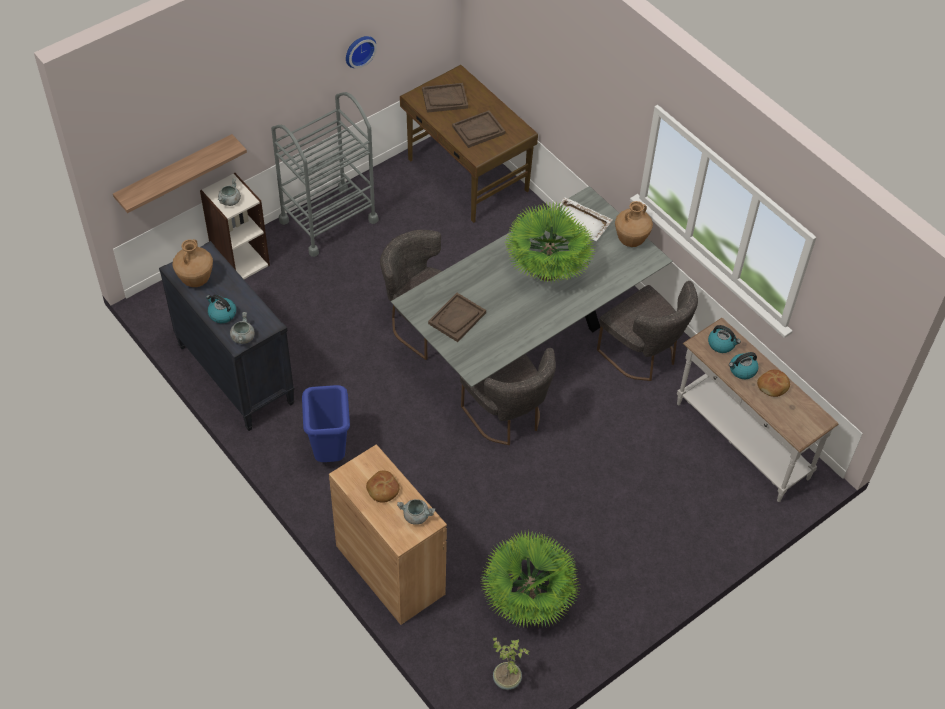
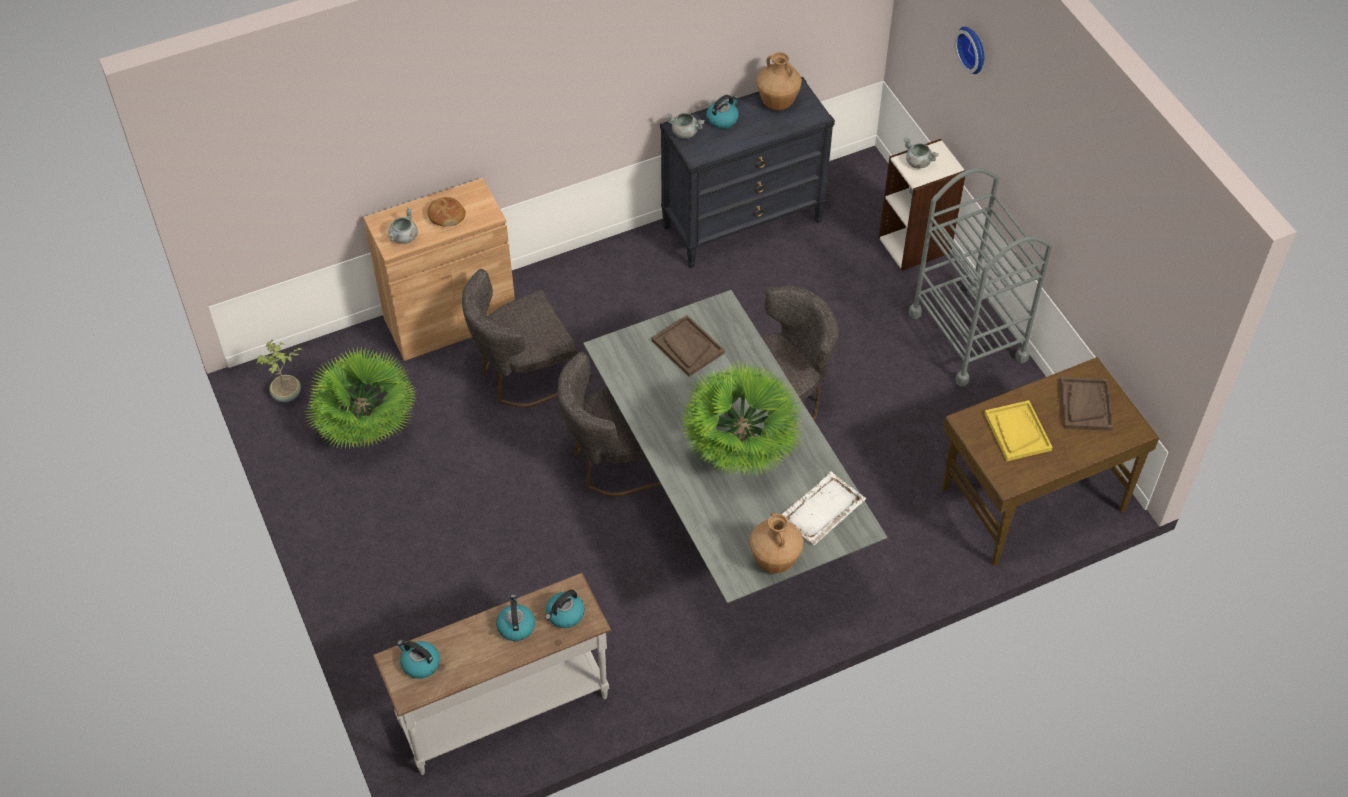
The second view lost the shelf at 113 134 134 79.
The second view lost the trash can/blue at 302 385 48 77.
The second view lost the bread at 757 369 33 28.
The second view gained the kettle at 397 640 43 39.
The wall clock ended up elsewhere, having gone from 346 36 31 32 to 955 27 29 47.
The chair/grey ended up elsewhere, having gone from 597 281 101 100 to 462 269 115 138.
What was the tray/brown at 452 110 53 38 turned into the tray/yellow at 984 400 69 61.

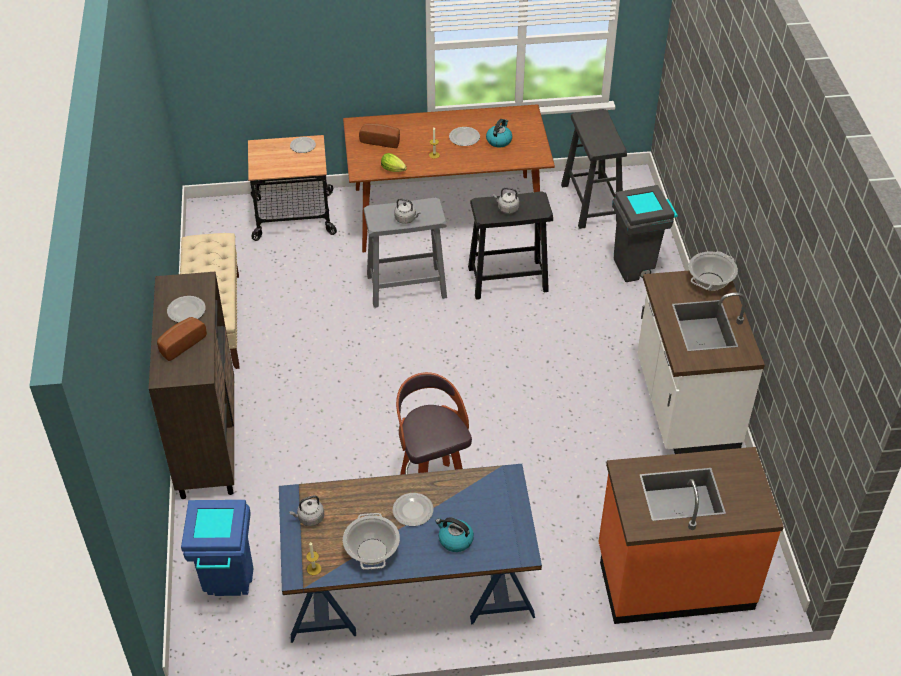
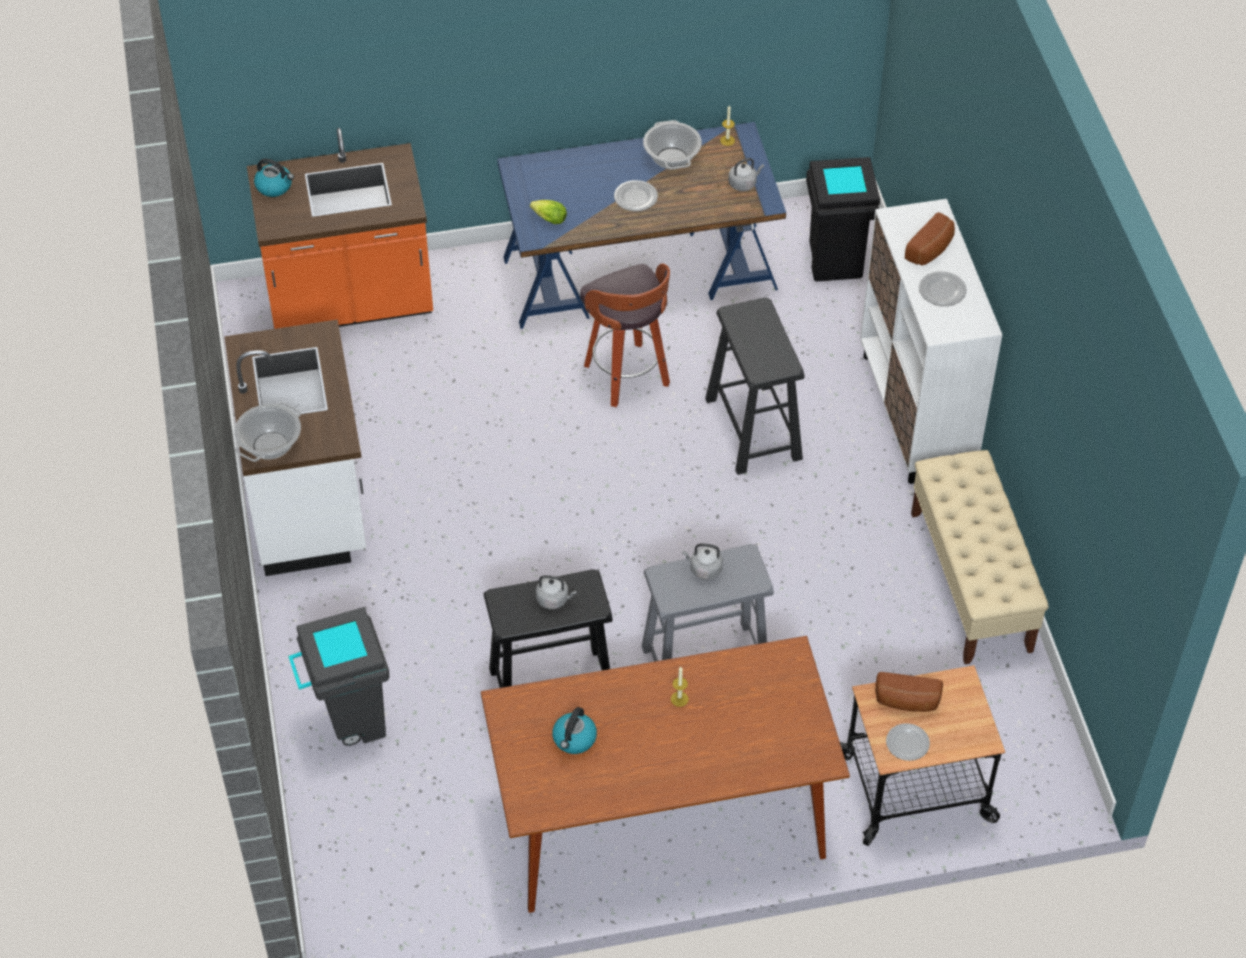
The second view lost the plate at 449 127 31 19.
The bread ended up elsewhere, having gone from 359 123 41 25 to 876 672 67 40.
The lettuce ended up elsewhere, having gone from 381 153 26 19 to 530 200 37 24.
The kettle ended up elsewhere, having gone from 435 518 39 34 to 254 158 40 39.
The stool/black ended up elsewhere, having gone from 561 109 66 120 to 705 297 100 178.
What was the cabinet/brown at 149 272 85 227 turned into the cabinet/white at 860 199 142 285.
What was the trash can/blue at 181 500 72 96 turned into the trash can/black at 806 157 74 124.

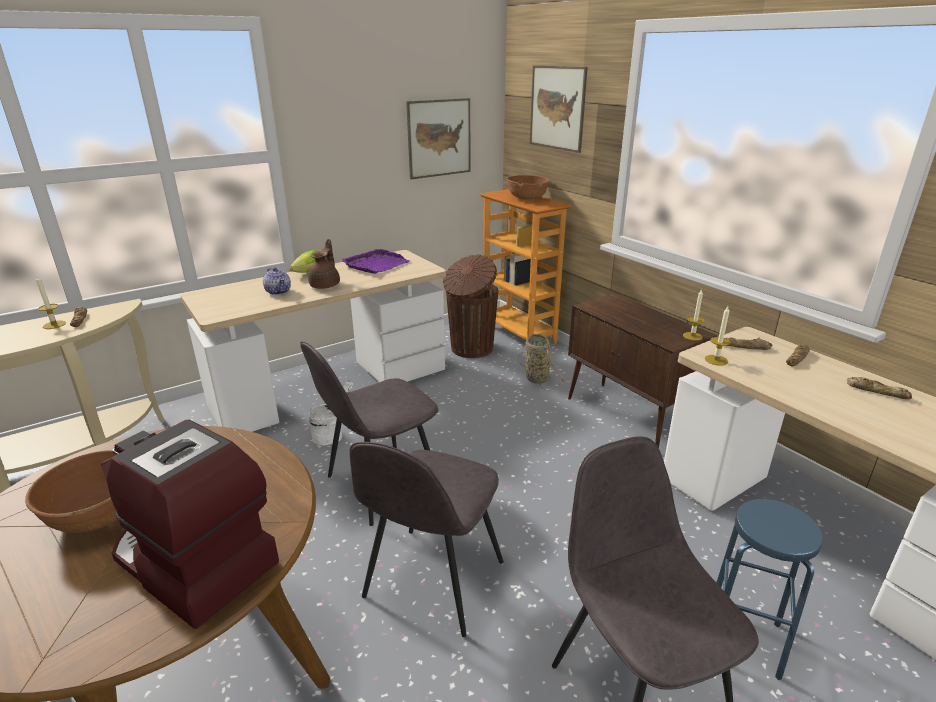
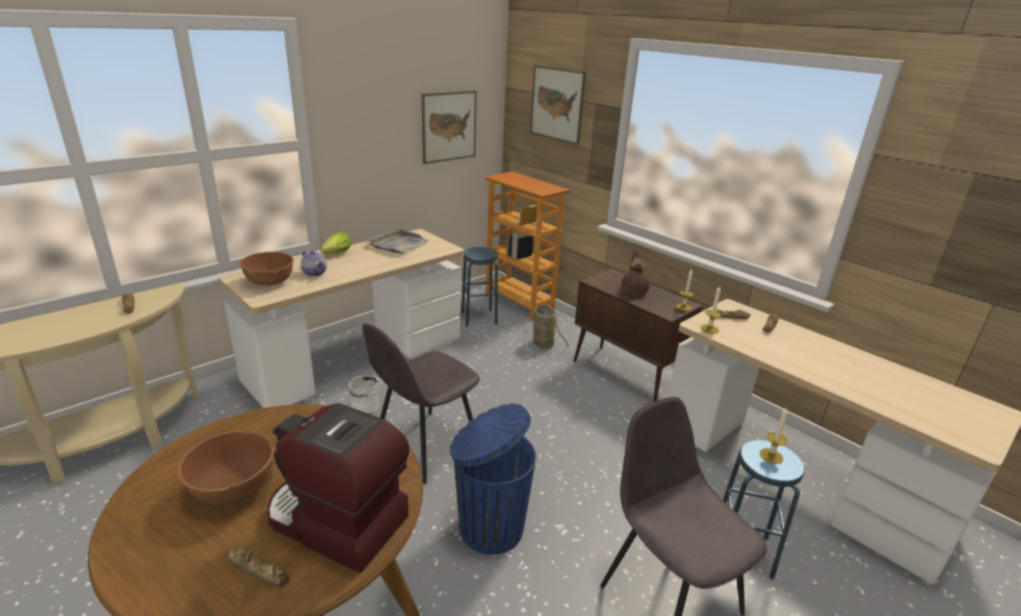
The candle ended up elsewhere, having gone from 36 275 30 54 to 759 408 29 56.
The teapot/brown ended up elsewhere, having gone from 308 239 32 50 to 621 249 28 46.
The bowl/brown ended up elsewhere, having gone from 507 175 43 26 to 240 252 54 34.
The bread ended up elsewhere, having gone from 847 377 65 22 to 228 546 62 41.
Where the chair/grey stood at 350 442 154 195, the trash can/blue came to stand at 450 403 86 152.
Where the trash can/brown stood at 443 255 55 103, the stool/blue came to stand at 461 247 37 80.
What was the tray/purple at 342 249 68 25 turned into the tray/grey at 367 229 62 25.

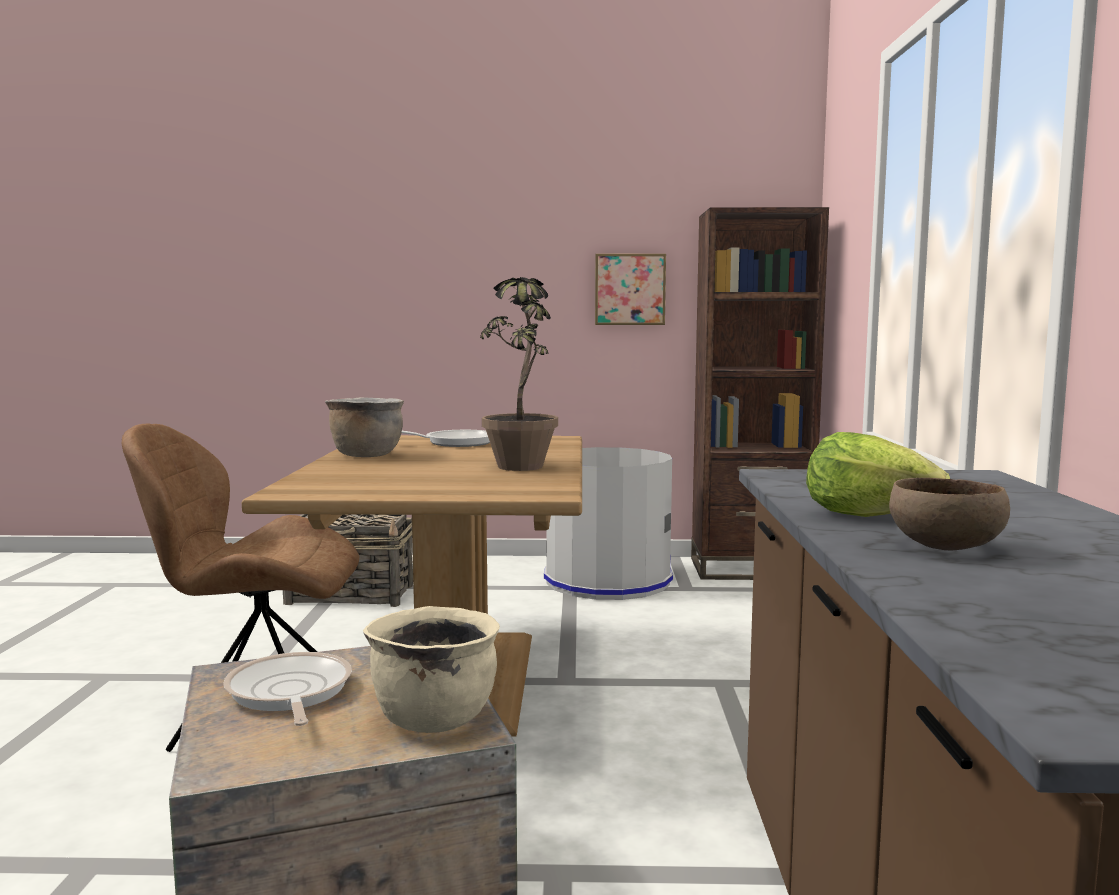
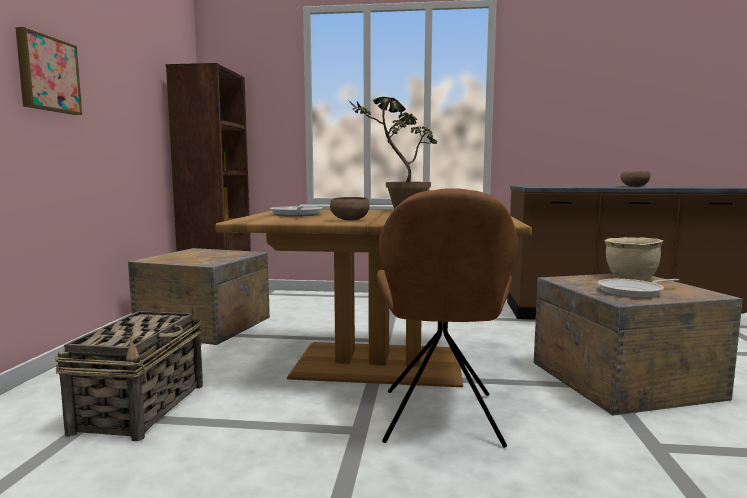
The second view lost the lettuce at 806 432 144 85.
The picture ended up elsewhere, having gone from 595 254 71 71 to 15 27 67 88.
Where the cooking pot/brown stood at 325 397 79 60, the bowl/brown came to stand at 330 197 39 24.
Where the trash can/grey stood at 544 447 129 153, the crate came to stand at 128 248 142 97.

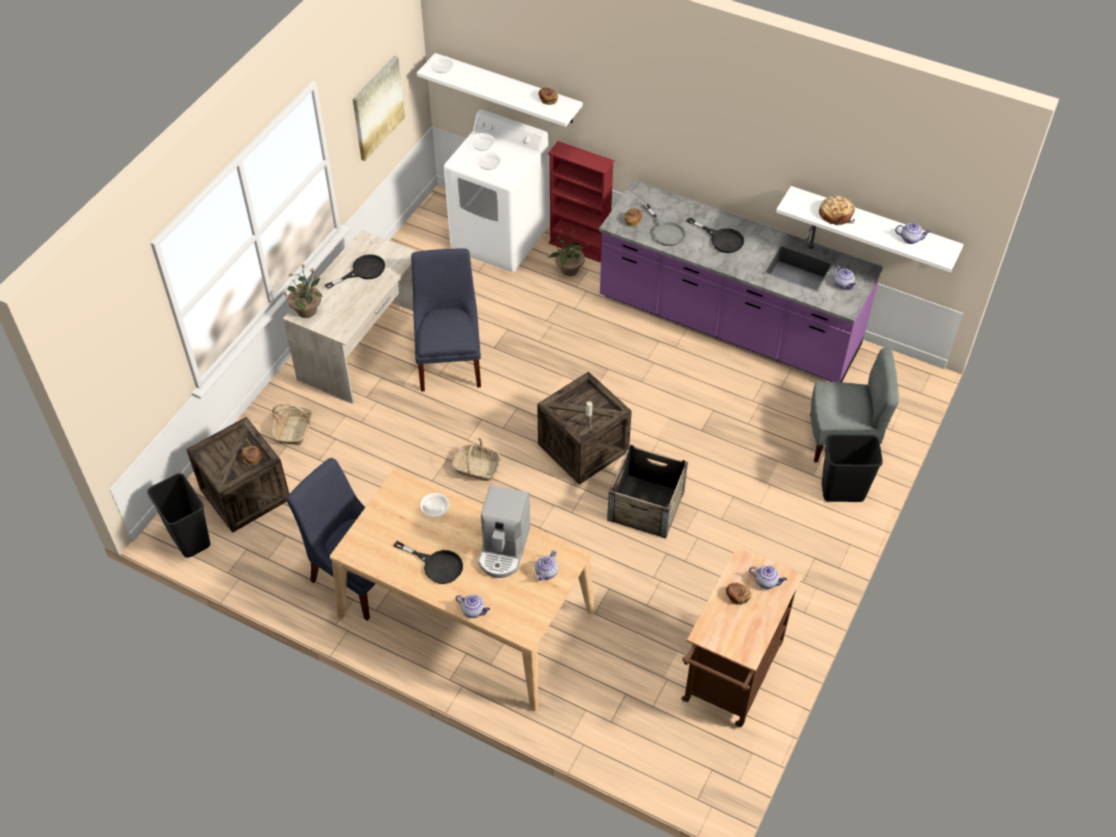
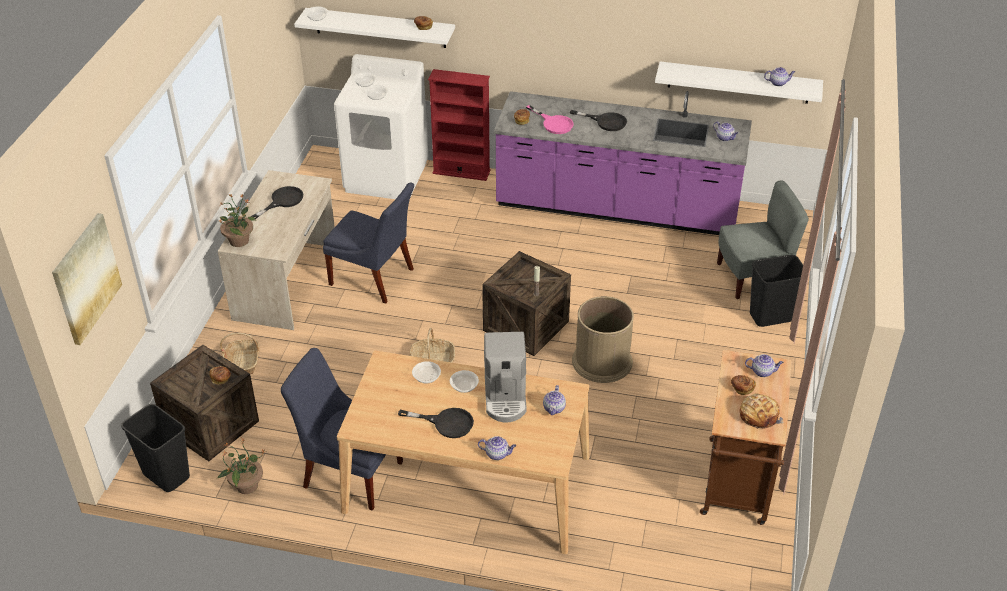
The second view gained the bowl at 450 370 29 23.
The picture ended up elsewhere, having gone from 353 56 52 105 to 52 213 70 132.
The potted plant ended up elsewhere, having gone from 548 229 42 47 to 217 438 49 56.
The bread ended up elsewhere, having gone from 819 195 36 30 to 740 393 44 36.
Where the crate stood at 607 445 81 93, the trash can/brown came to stand at 572 296 62 87.
What was the frying pan/grey at 643 203 43 43 turned into the frying pan/pink at 526 105 48 29.
The chair/blue at 411 248 70 144 ended up facing another way, 135 degrees clockwise from before.

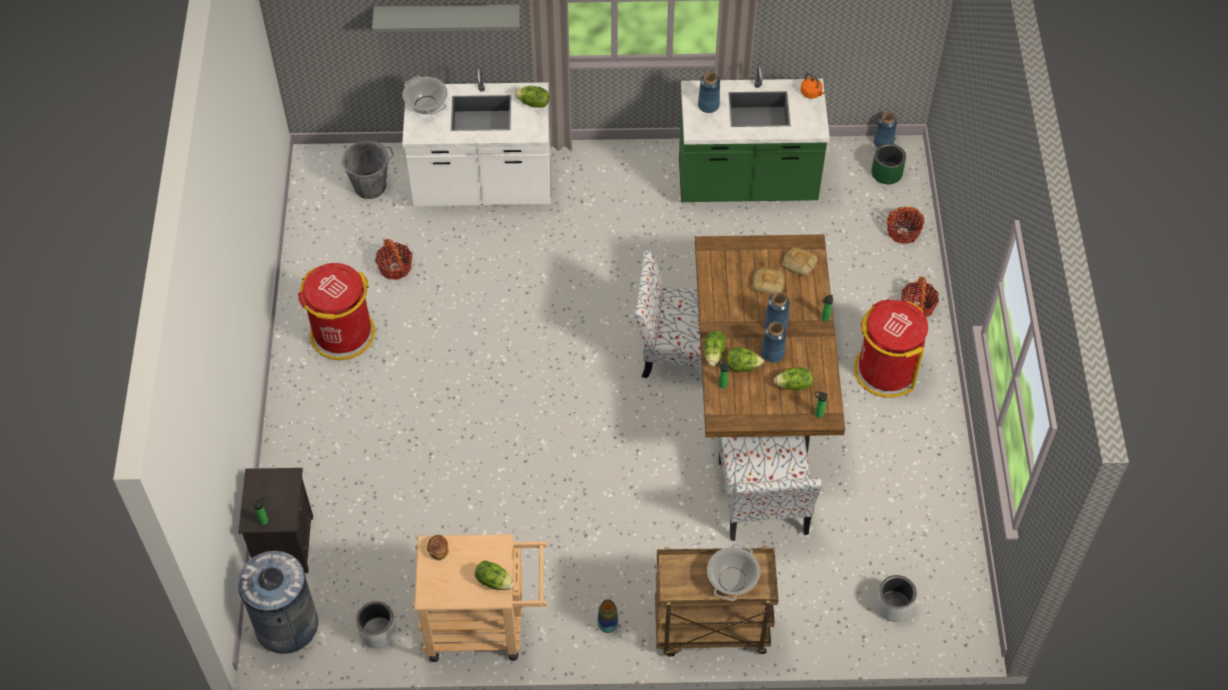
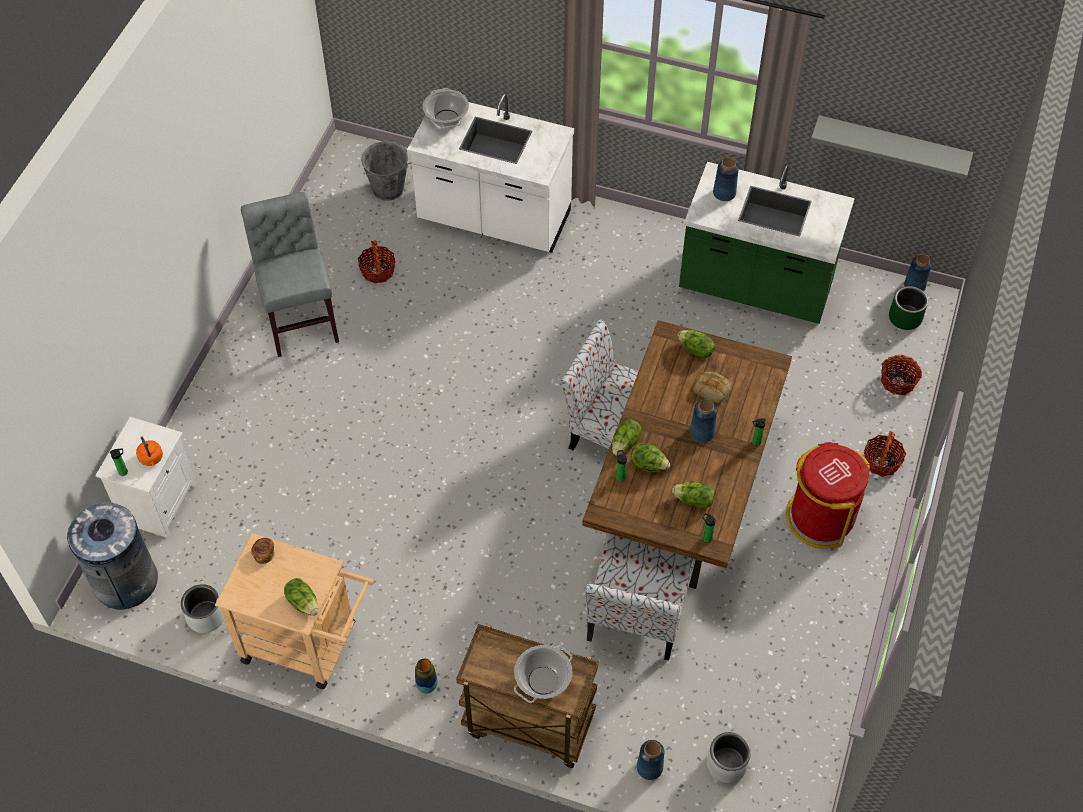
The second view lost the bread at 782 247 36 29.
The shelf/grey ended up elsewhere, having gone from 372 5 148 27 to 811 115 162 64.
The lettuce ended up elsewhere, having gone from 515 86 34 22 to 678 330 37 28.
The vase/blue ended up elsewhere, having gone from 761 322 25 41 to 637 740 27 40.
The kettle/orange ended up elsewhere, having gone from 801 73 24 26 to 136 437 27 29.
Where the trash can/red stood at 298 263 77 97, the chair/grey came to stand at 241 192 98 165.
What was the nightstand/black at 238 468 75 105 turned into the nightstand/white at 95 417 102 121.

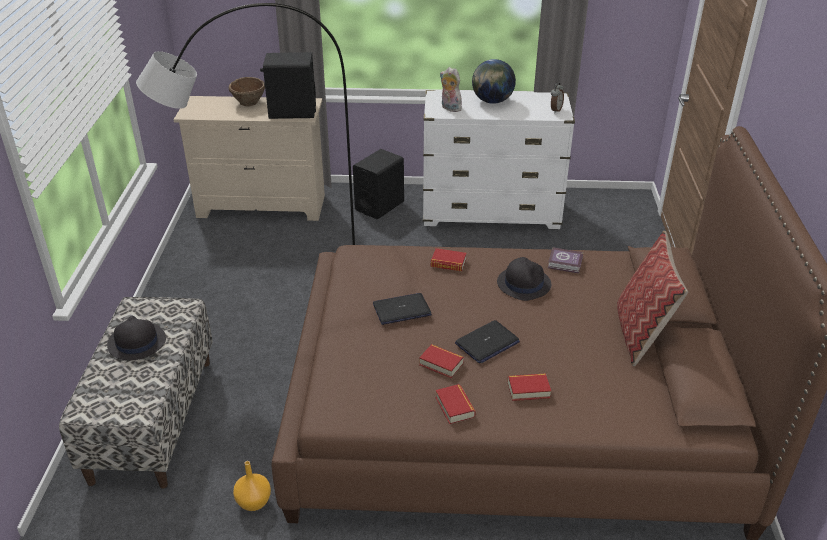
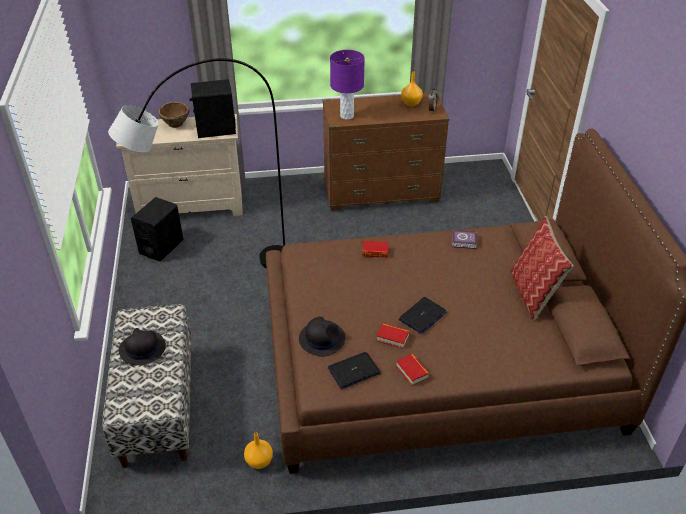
The second view lost the globe at 472 59 44 45.
The second view lost the book at 508 373 43 28.
The second view gained the vase/orange at 401 71 22 35.
The speaker/black ended up elsewhere, having gone from 353 149 51 70 to 131 197 52 65.
The laptop ended up elsewhere, having gone from 373 293 59 32 to 328 352 53 37.
The hat/black ended up elsewhere, having gone from 497 257 54 44 to 299 317 46 40.
Where the plush toy stood at 440 67 22 45, the table lamp/purple came to stand at 330 50 35 70.
What was the dresser/white at 423 90 152 139 turned into the dresser/brown at 323 93 126 118.

